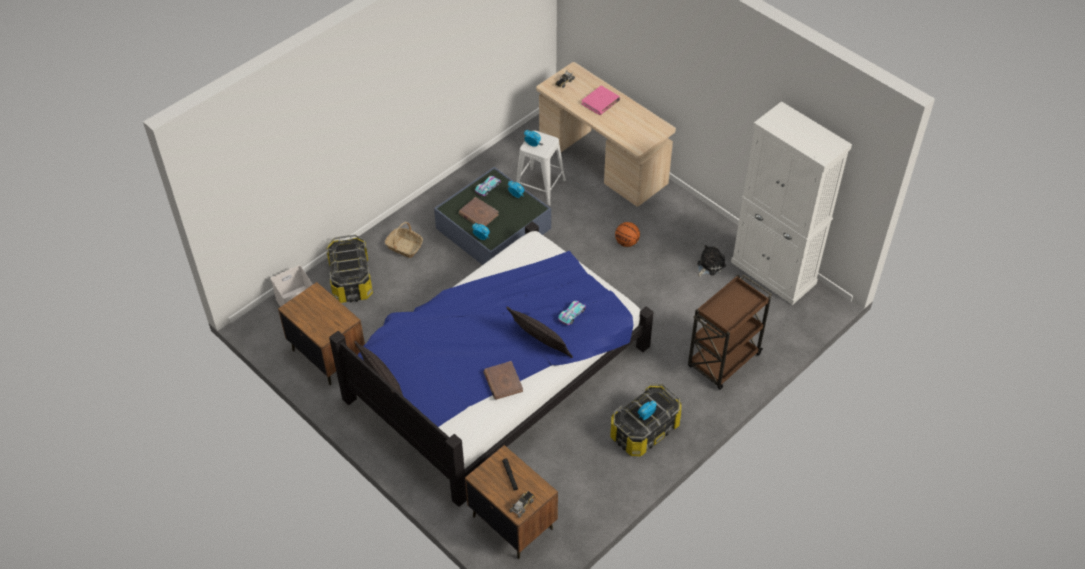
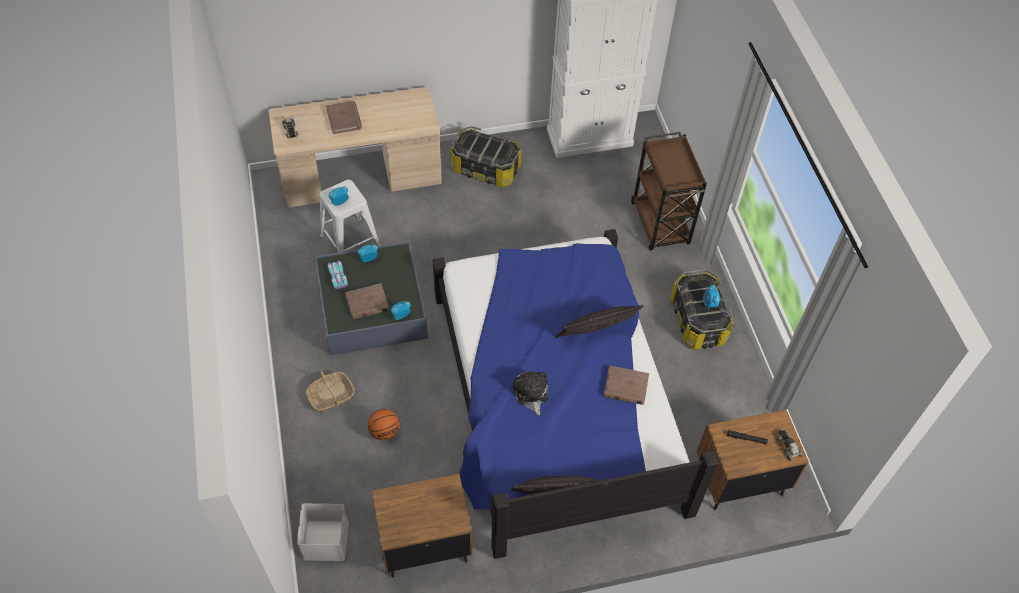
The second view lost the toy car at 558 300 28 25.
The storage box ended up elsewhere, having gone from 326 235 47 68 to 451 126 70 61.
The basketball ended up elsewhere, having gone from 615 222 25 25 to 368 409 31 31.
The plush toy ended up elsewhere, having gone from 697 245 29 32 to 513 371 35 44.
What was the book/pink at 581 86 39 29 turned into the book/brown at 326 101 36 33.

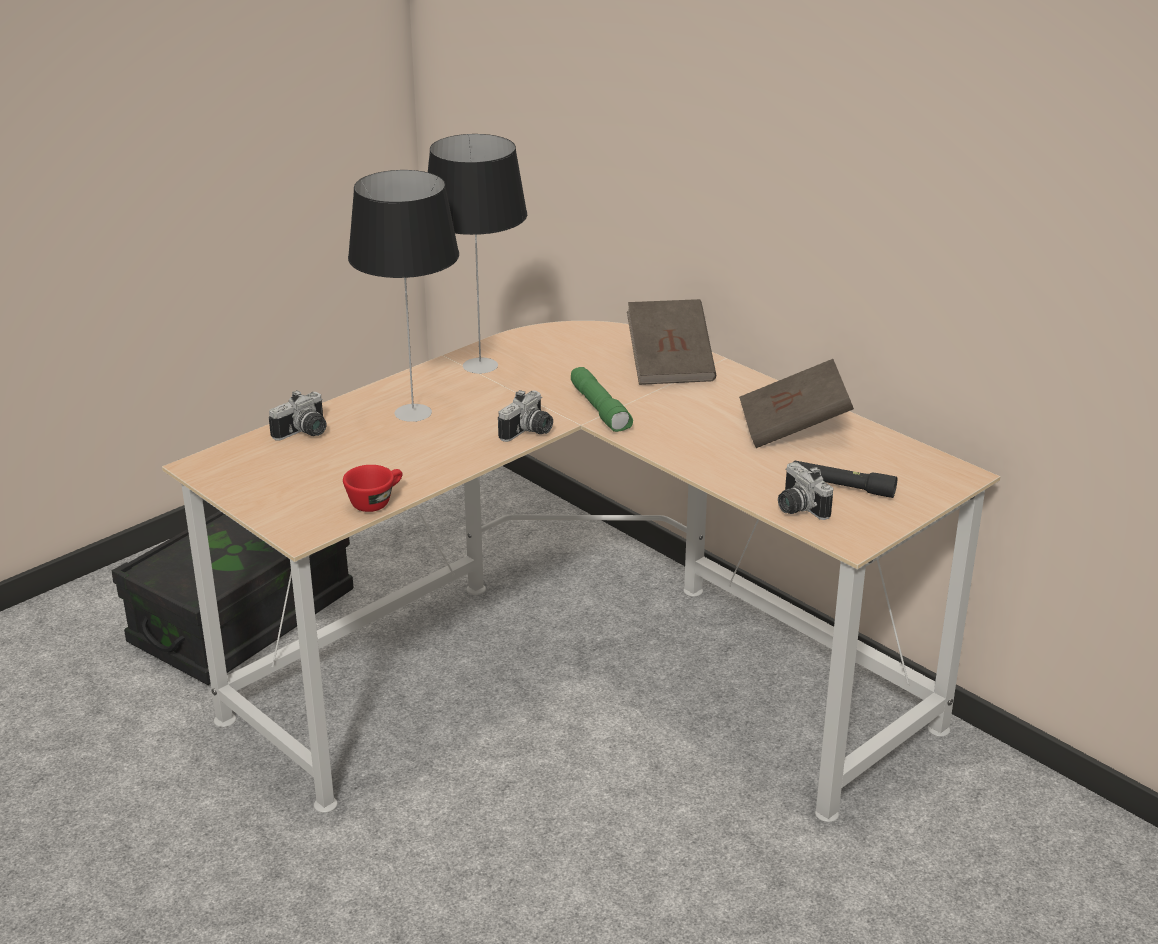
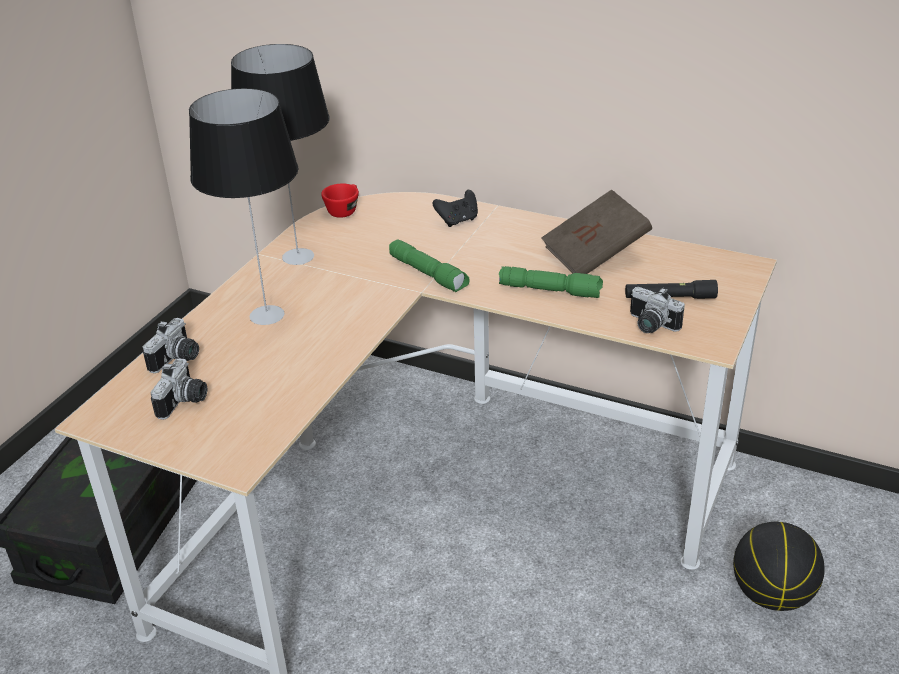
The second view gained the flashlight/green at 499 266 104 32.
The second view gained the basketball at 733 522 92 89.
The cup/red ended up elsewhere, having gone from 343 465 59 47 to 321 184 38 34.
The photo camera ended up elsewhere, having gone from 498 390 55 52 to 150 358 57 62.
Where the book/brown stood at 627 299 89 86, the game controller/black came to stand at 432 190 46 37.

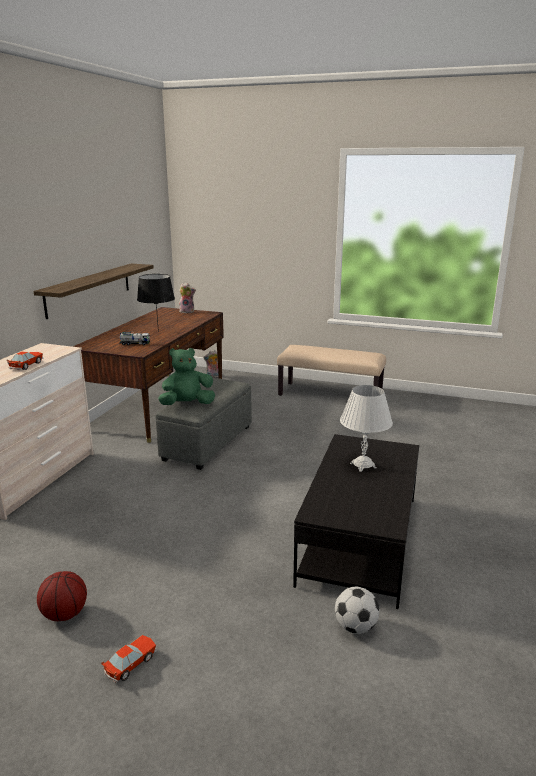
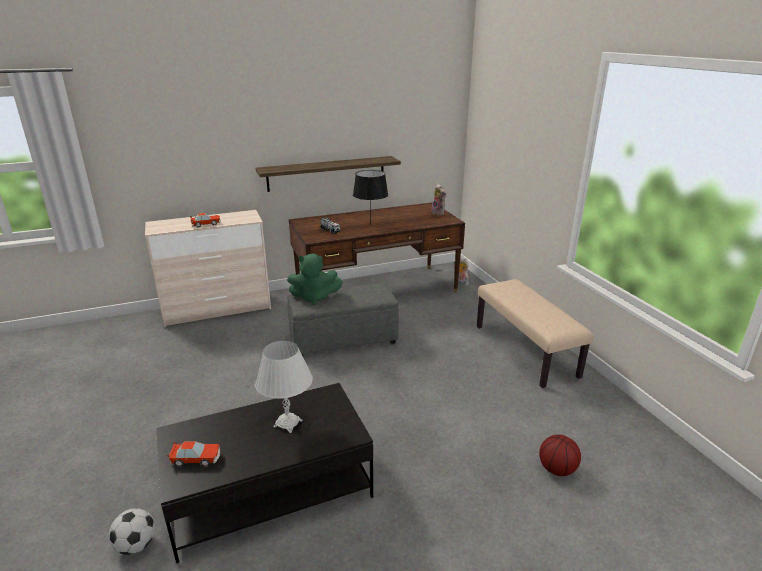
The basketball ended up elsewhere, having gone from 37 571 50 50 to 539 435 42 41.
The toy car ended up elsewhere, having gone from 101 635 56 48 to 167 441 53 26.
The plush toy/green at 158 348 57 57 ended up facing another way, 150 degrees clockwise from before.

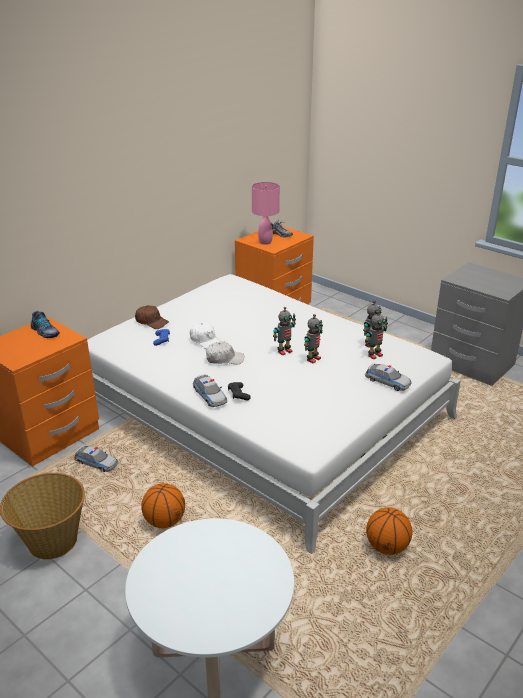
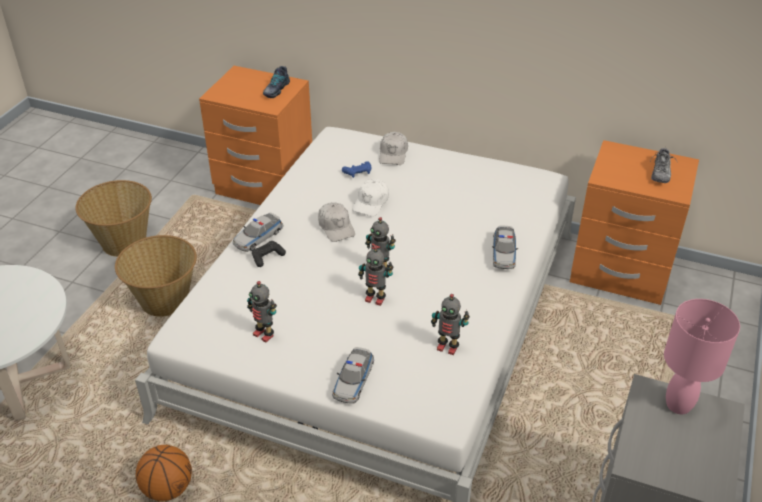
The toy car ended up elsewhere, having gone from 74 445 44 27 to 492 226 26 43.
The table lamp/pink ended up elsewhere, having gone from 252 182 28 63 to 664 299 76 115.
The toy robot ended up elsewhere, having gone from 365 311 23 48 to 247 281 30 62.
Where the basketball stood at 141 483 44 45, the basket came to stand at 115 235 82 82.
What was the cap/brown at 135 305 34 24 turned into the cap/white at 379 132 29 33.

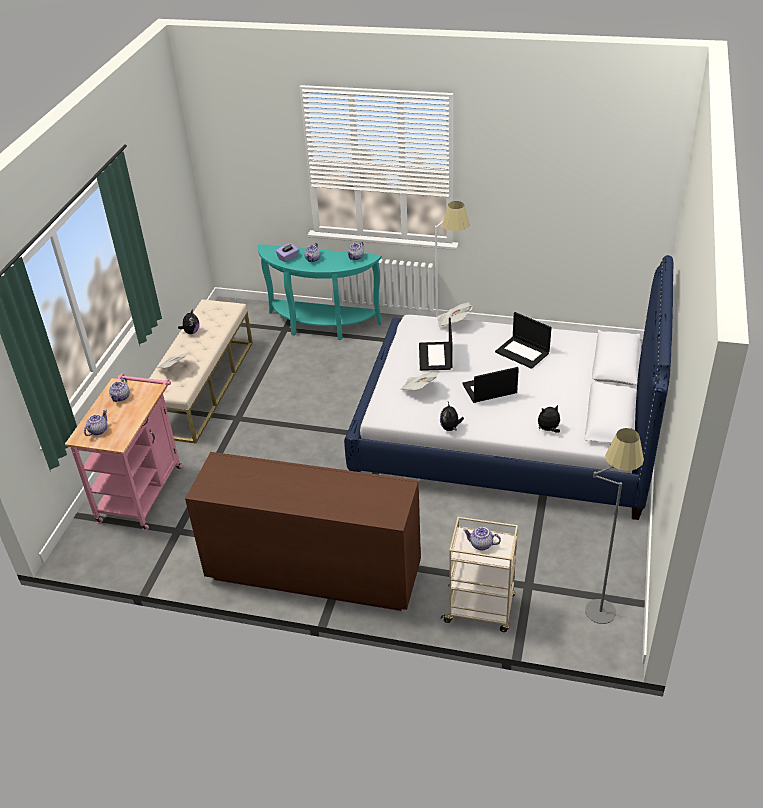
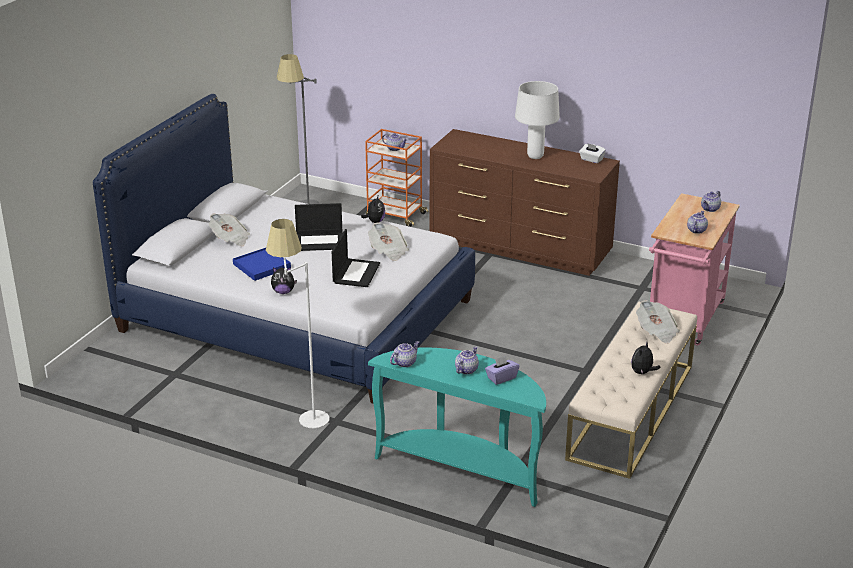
The second view gained the table lamp/white at 515 81 45 78.
The second view gained the tissue box/white at 579 143 27 20.
The newspaper ended up elsewhere, having gone from 437 302 35 25 to 209 213 41 33.
The plush toy ended up elsewhere, having gone from 538 405 22 28 to 271 267 26 27.
Where the laptop stood at 495 312 57 57, the tray/blue came to stand at 233 248 58 33.
What was the cart/beige at 441 517 77 115 turned into the cart/orange at 365 129 64 98.

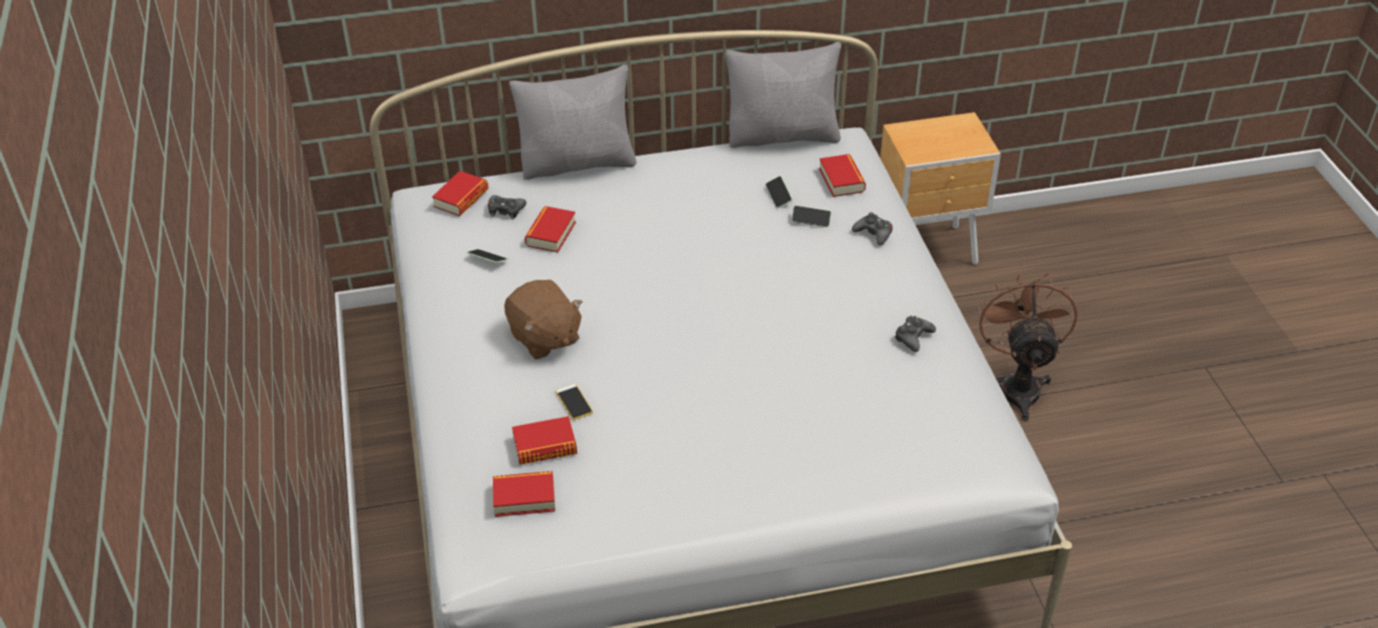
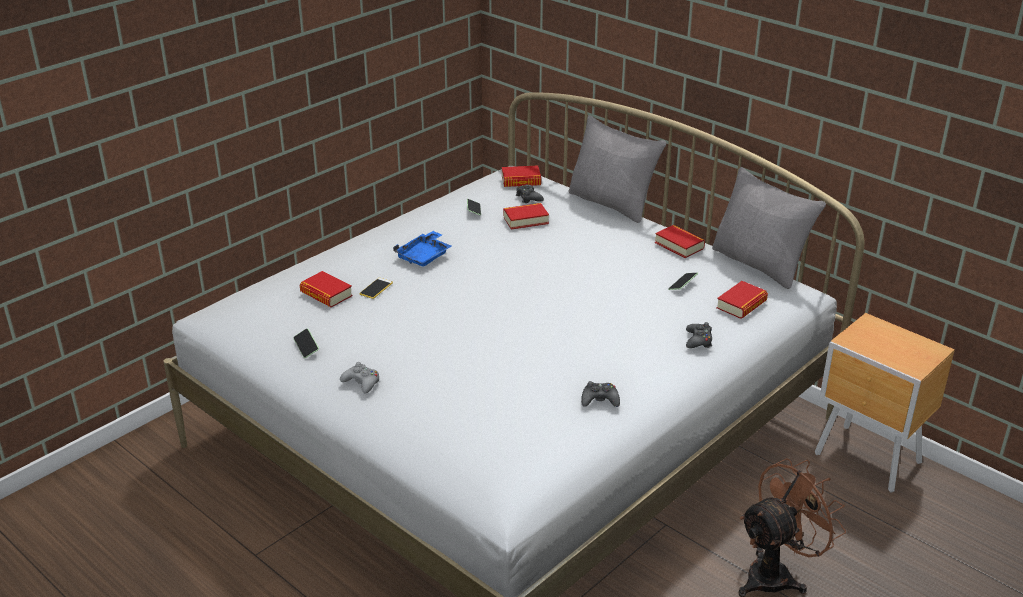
The second view gained the game controller/grey at 340 362 39 32.
The book ended up elsewhere, having gone from 493 471 62 46 to 655 225 50 33.
The phone ended up elsewhere, having gone from 792 205 39 22 to 293 329 26 29.
Where the plush toy/brown stood at 504 280 79 80, the tray/blue came to stand at 393 231 59 36.

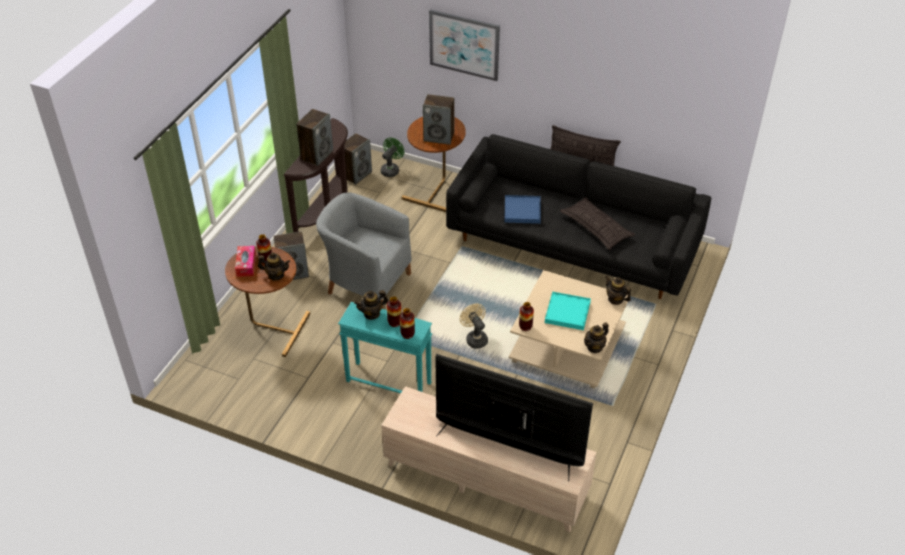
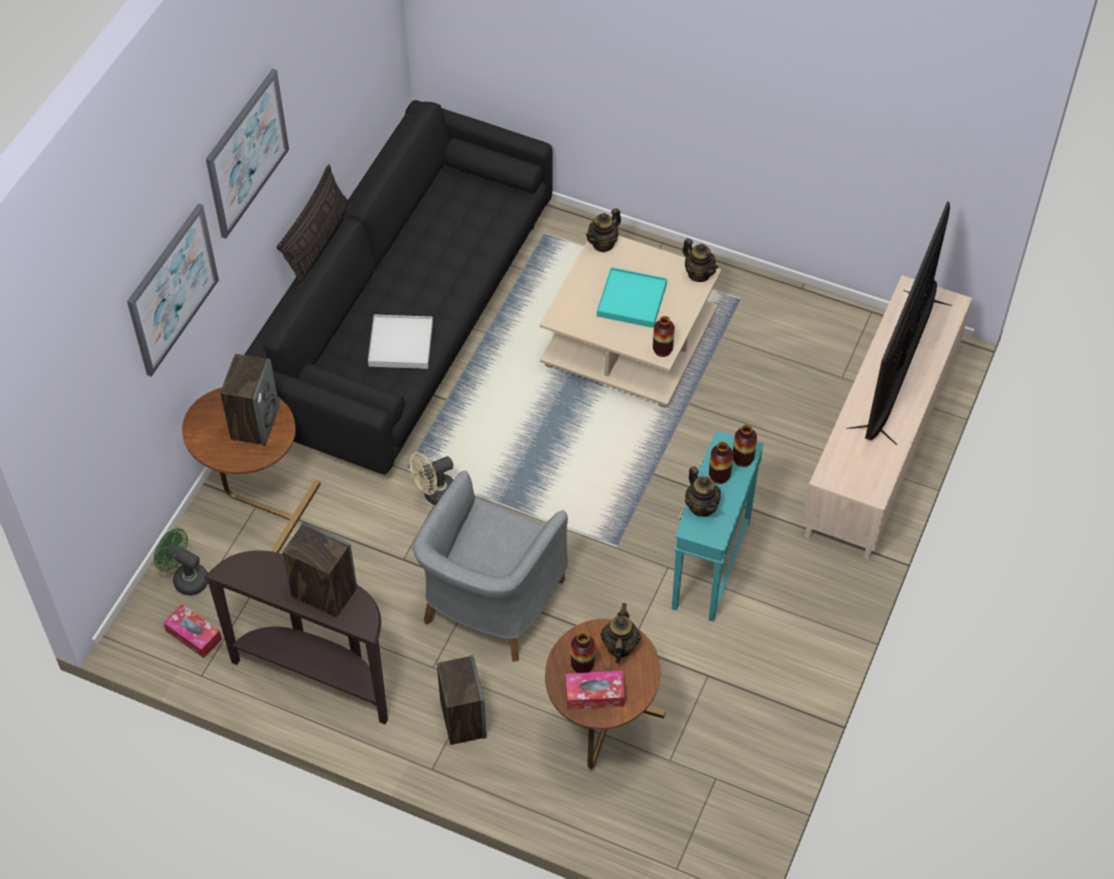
The second view lost the pillow at 560 197 75 53.
The second view gained the picture at 206 69 83 170.
The fan/beige ended up elsewhere, having gone from 460 304 28 45 to 410 452 43 53.
Where the speaker stood at 344 133 28 52, the tissue box came to stand at 163 604 59 54.
What was the tray/blue at 504 195 37 29 turned into the tray/white at 368 314 65 55.

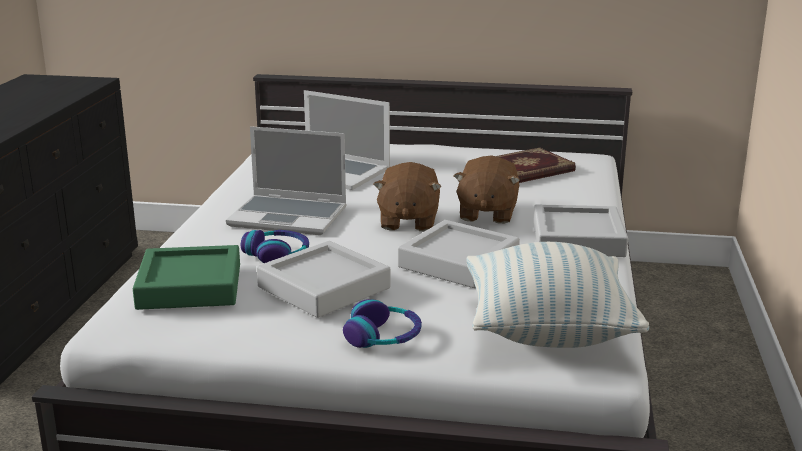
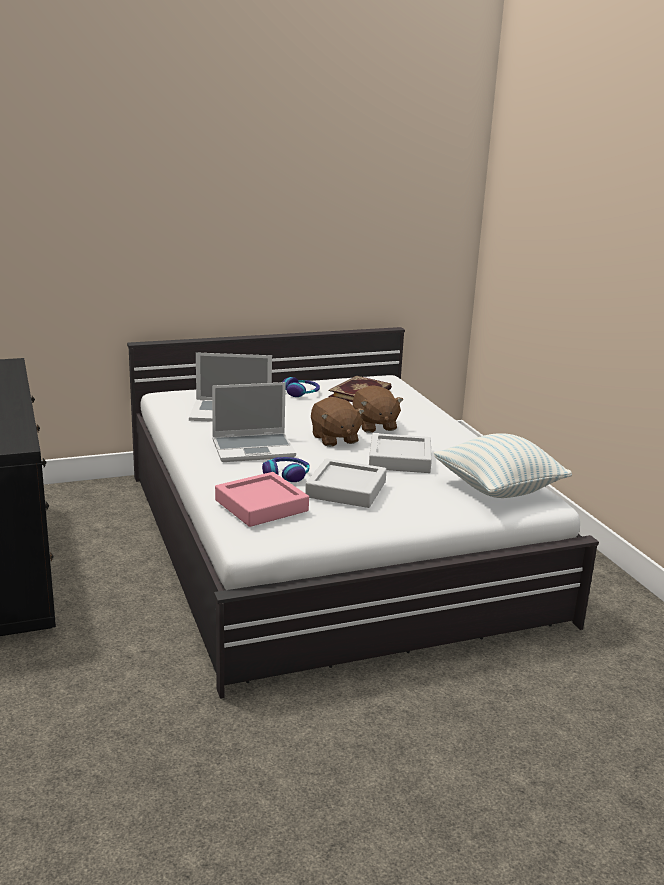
The second view lost the tray/grey at 533 204 95 53.
The headphones ended up elsewhere, having gone from 343 299 79 49 to 283 377 37 20.
What was the tray/green at 133 245 107 65 turned into the tray/pink at 215 472 94 55.

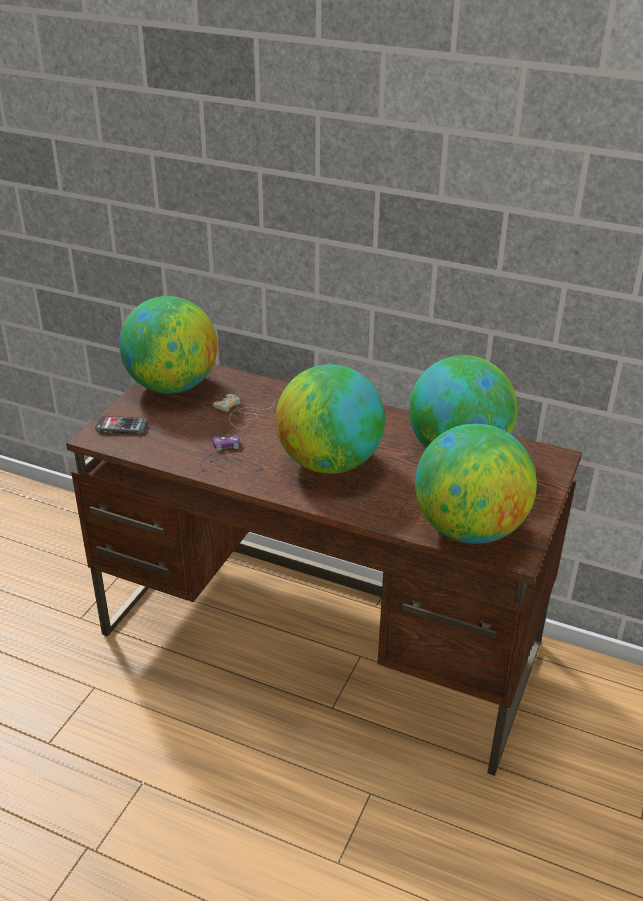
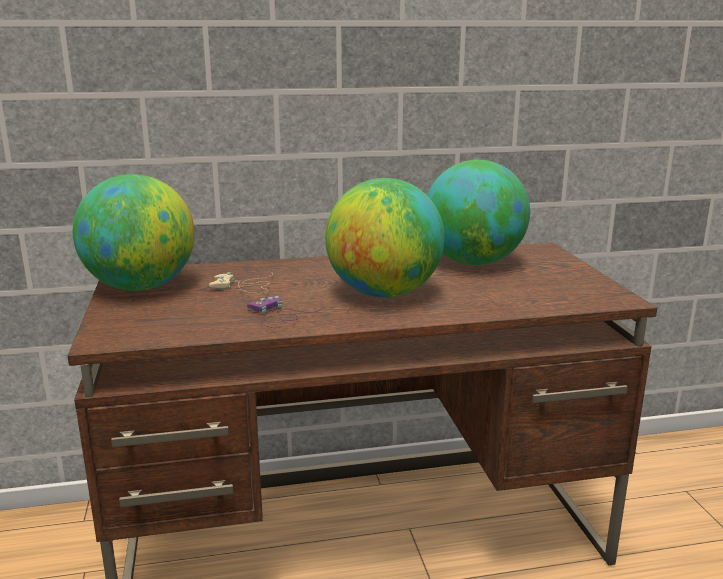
The second view lost the phone at 95 416 53 18.
The second view lost the globe at 415 423 122 121.

